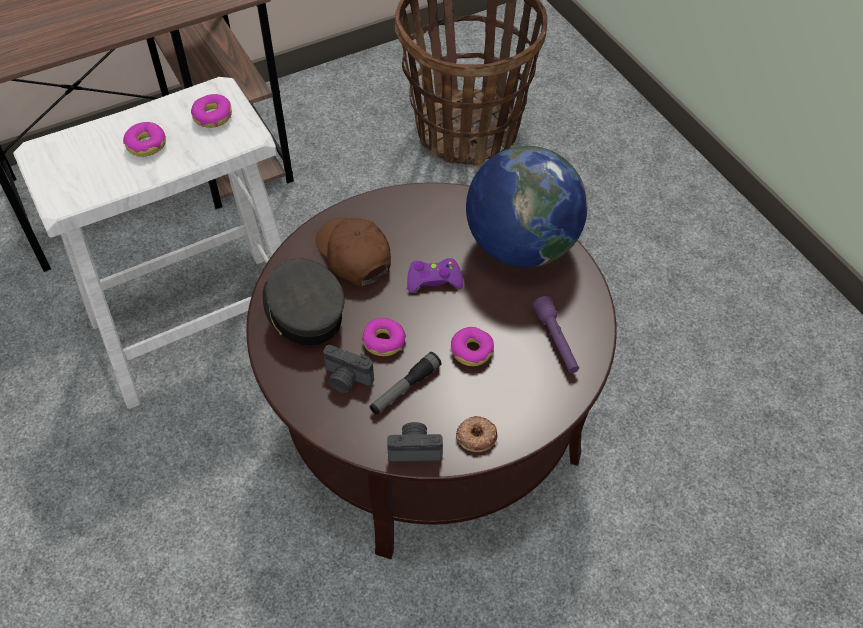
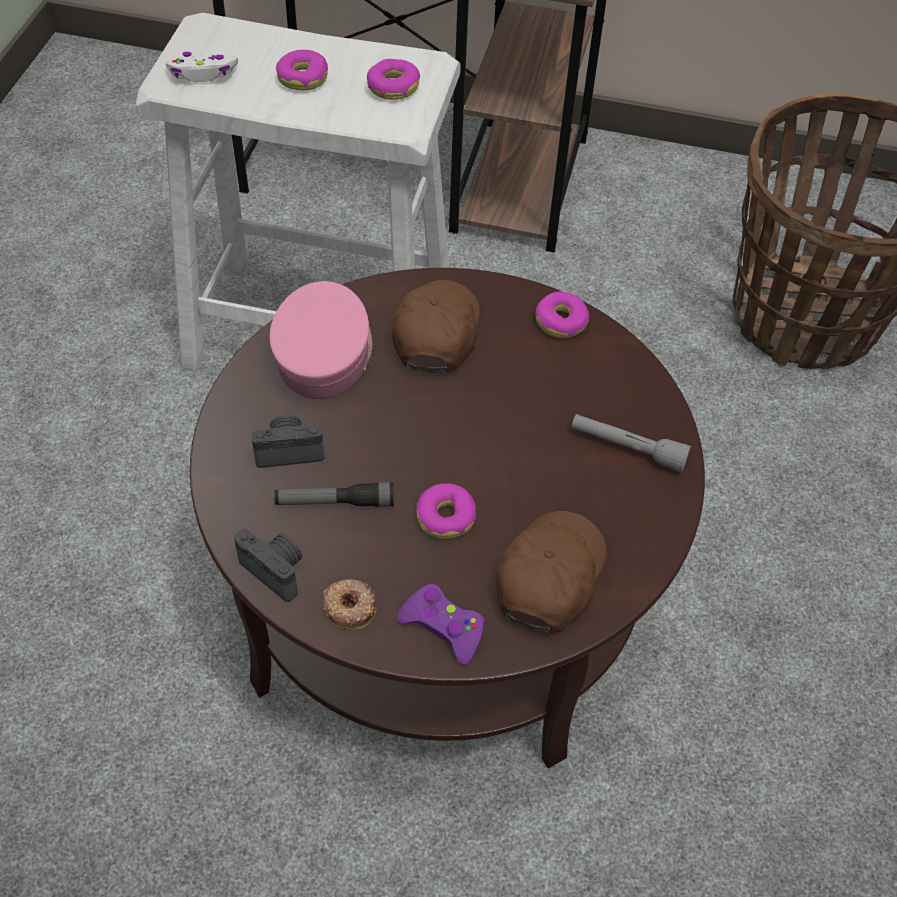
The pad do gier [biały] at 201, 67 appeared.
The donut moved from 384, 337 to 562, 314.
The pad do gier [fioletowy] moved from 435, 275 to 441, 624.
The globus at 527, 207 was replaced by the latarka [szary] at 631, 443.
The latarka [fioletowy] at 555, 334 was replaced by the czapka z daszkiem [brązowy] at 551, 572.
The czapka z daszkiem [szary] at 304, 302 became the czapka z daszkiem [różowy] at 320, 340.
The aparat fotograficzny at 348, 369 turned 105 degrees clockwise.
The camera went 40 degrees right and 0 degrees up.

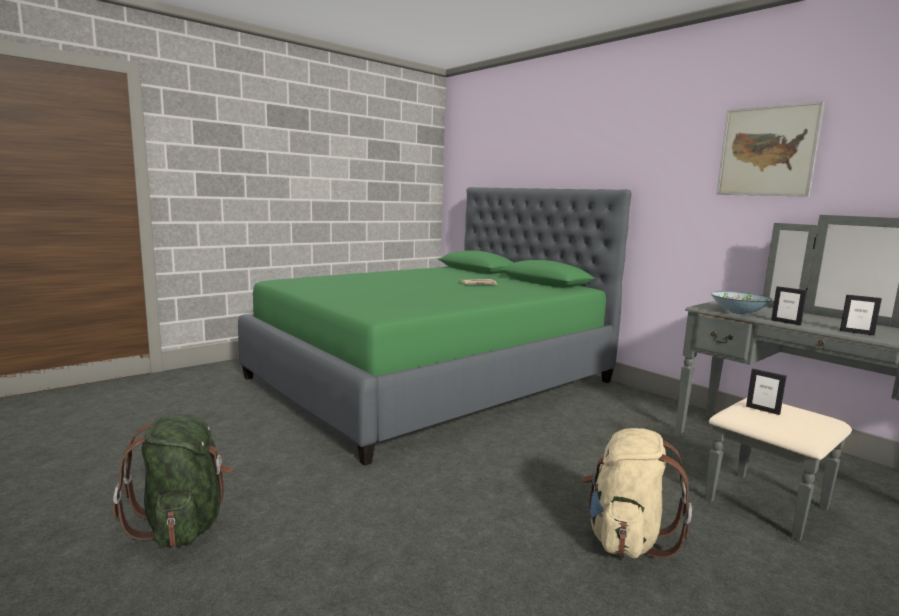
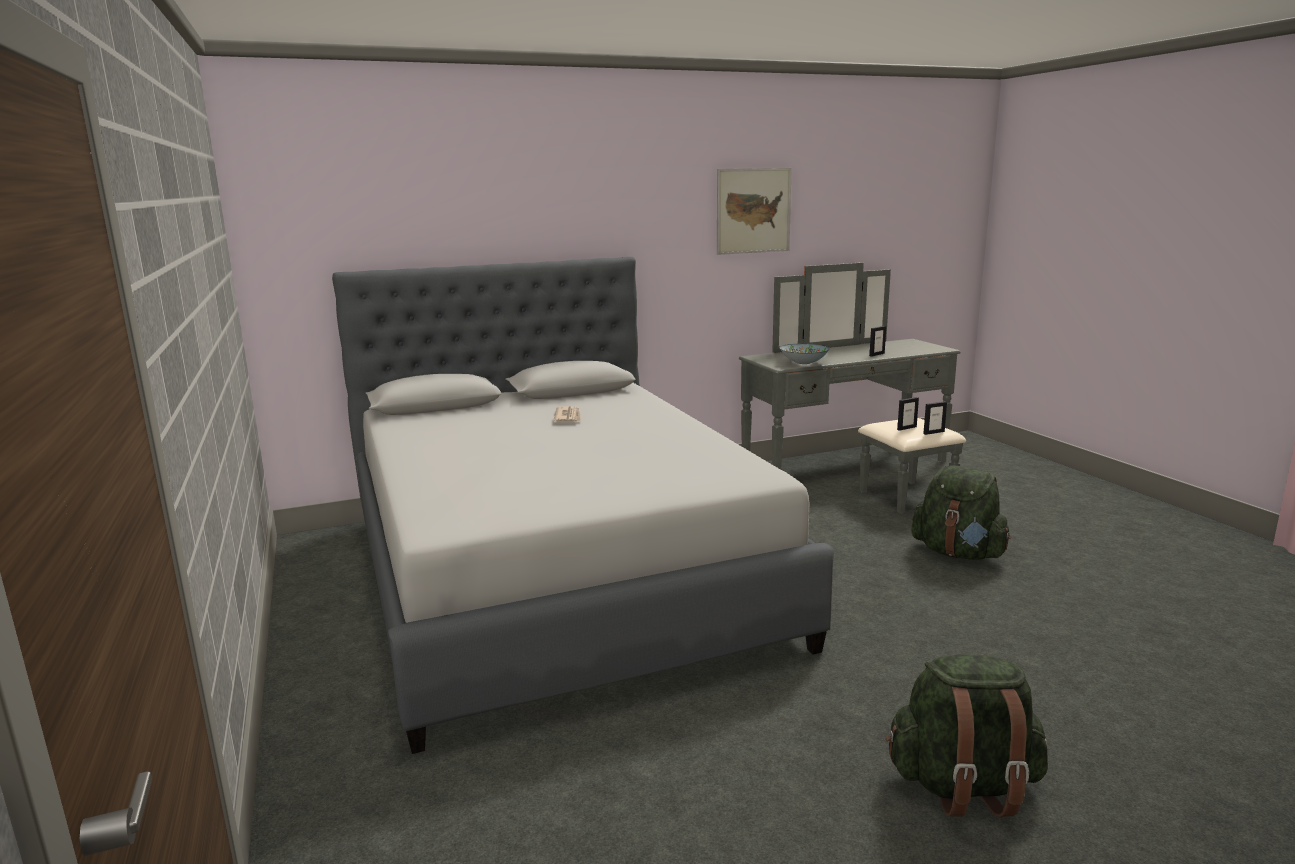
The ramka na zdjęcie moved from 789, 305 to 935, 418.
The łóżko [zielony] at 434, 326 became the łóżko [szary] at 583, 505.
The plecak [beżowy] at 636, 493 became the plecak [zielony] at 961, 512.
The camera went 70 degrees left and 5 degrees up.

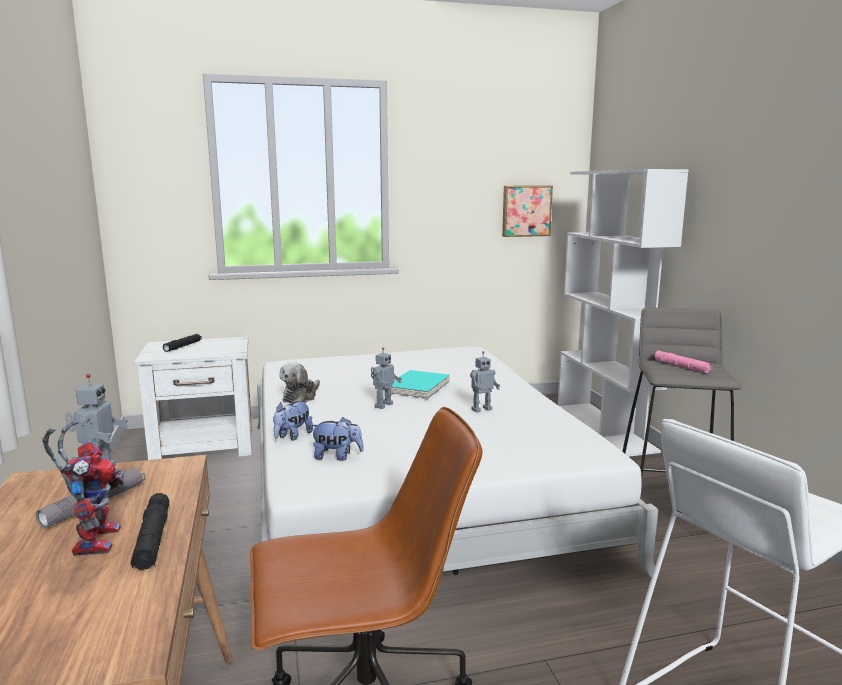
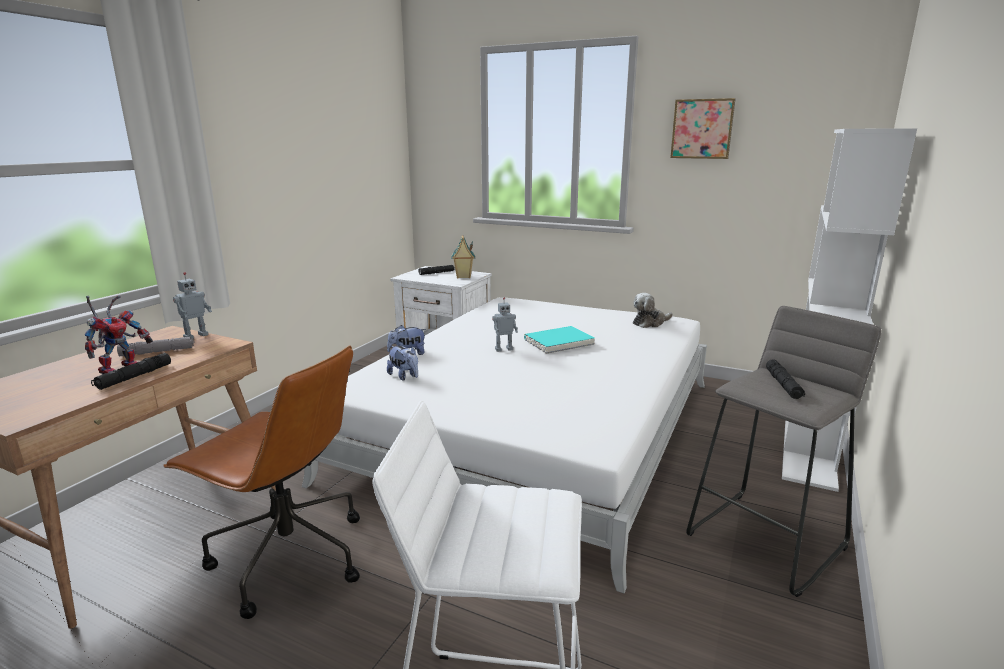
The robot zabawkowy at 485, 381 disappeared.
The domek at 463, 257 appeared.
The pluszak moved from 299, 382 to 653, 310.
The obraz moved from 527, 211 to 702, 128.
The latarka [różowy] at 684, 362 became the latarka [czarny] at 785, 379.
The camera went 40 degrees right and 5 degrees up.

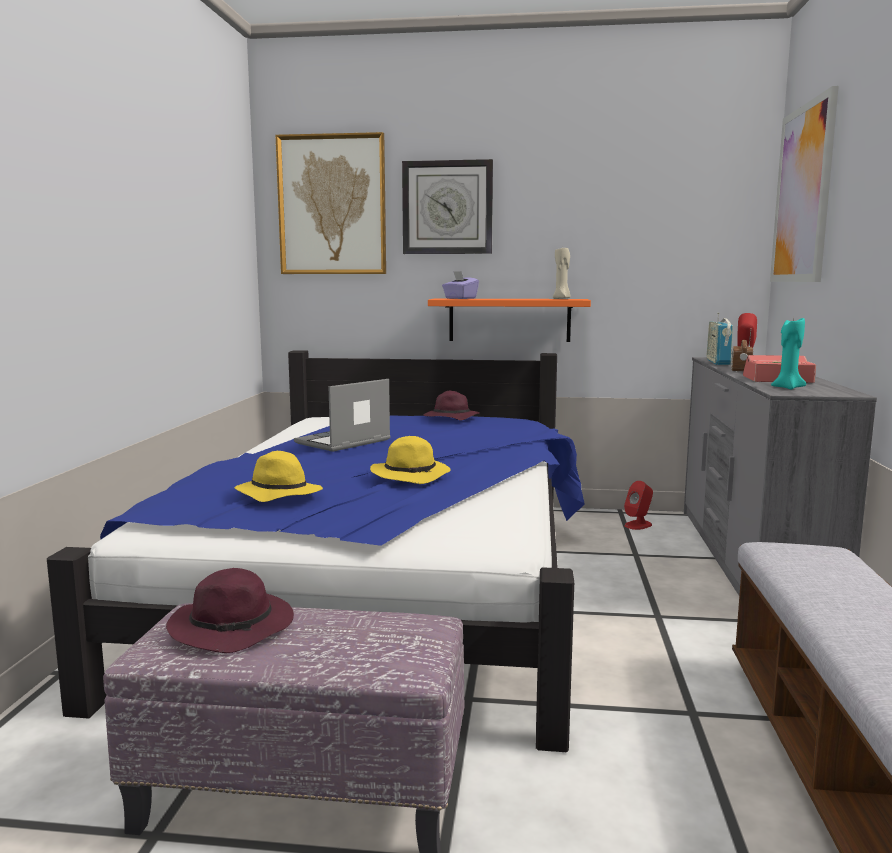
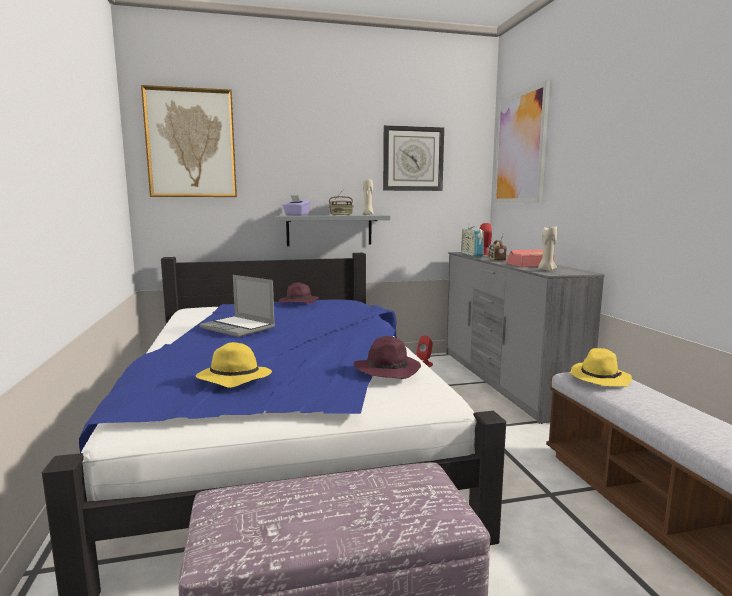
The radio at 341, 203 appeared.
The kapelusz [fioletowy] moved from 230, 610 to 387, 357.
The kapelusz [żółty] moved from 410, 460 to 600, 367.
The zegar ścienny moved from 447, 206 to 413, 158.
The półka [pomarańczowy] at 509, 320 became the półka [szary] at 332, 230.
The świeca [turkusowy] at 788, 353 became the świeca [beżowy] at 547, 248.
The laptop at 342, 415 turned 75 degrees counterclockwise.
The camera went 20 degrees left and 0 degrees up.

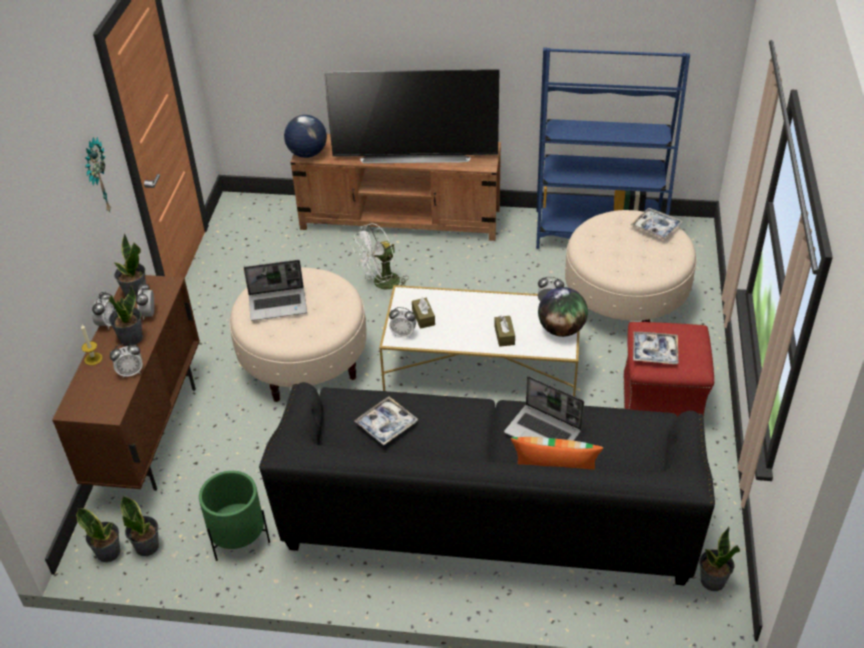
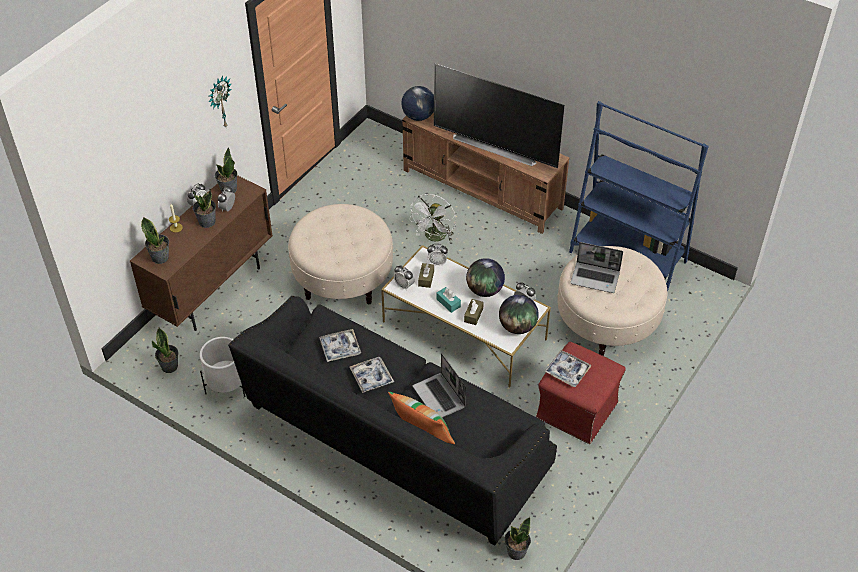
The pudełko chusteczek [turkusowy] at 448, 300 appeared.
The globus at 485, 277 appeared.
The roślina doniczkowa moved from 98, 535 to 155, 240.
The budzik moved from 126, 360 to 437, 255.
The laptop moved from 275, 290 to 596, 267.
The taca moved from 656, 224 to 371, 375.
The donica [zielony] at 234, 516 became the donica [biały] at 222, 367.
The wentylator [biały] at 381, 256 turned 60 degrees counterclockwise.
The camera went 25 degrees right and 5 degrees up.

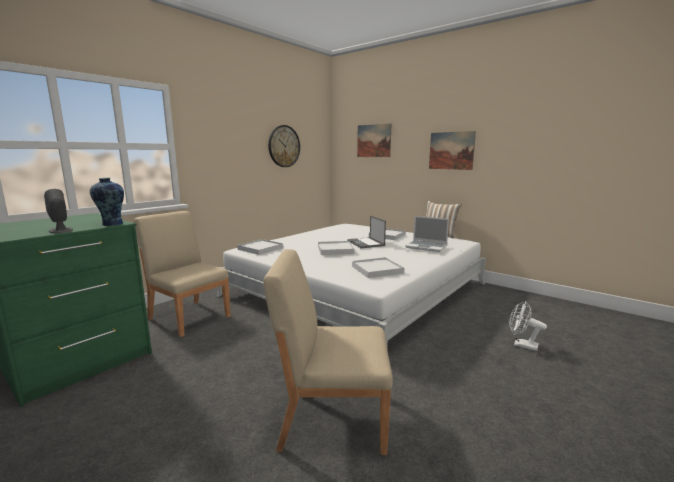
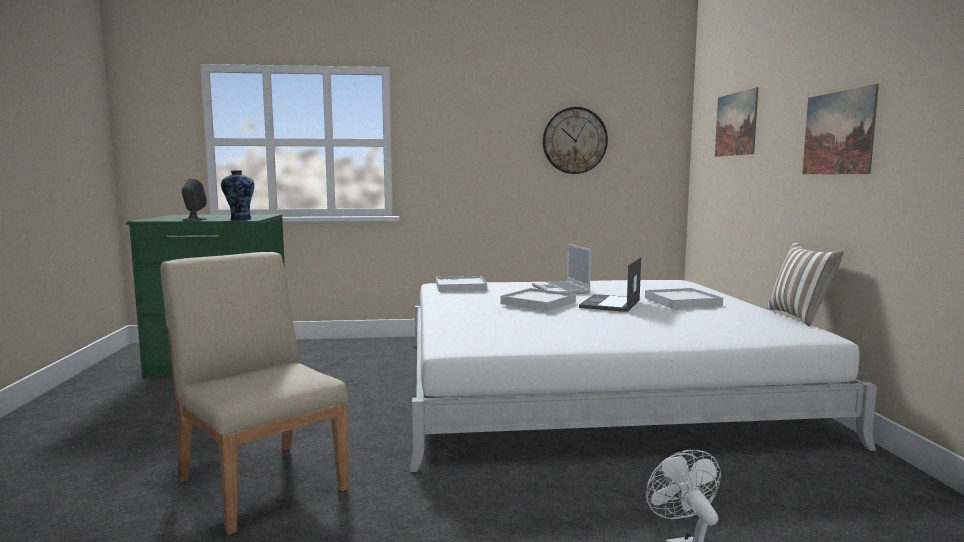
The krzesło [beżowy] at 182, 274 disappeared.
The taca [biały] at 378, 267 disappeared.
The laptop moved from 427, 234 to 561, 269.
The camera went 45 degrees right and 5 degrees down.

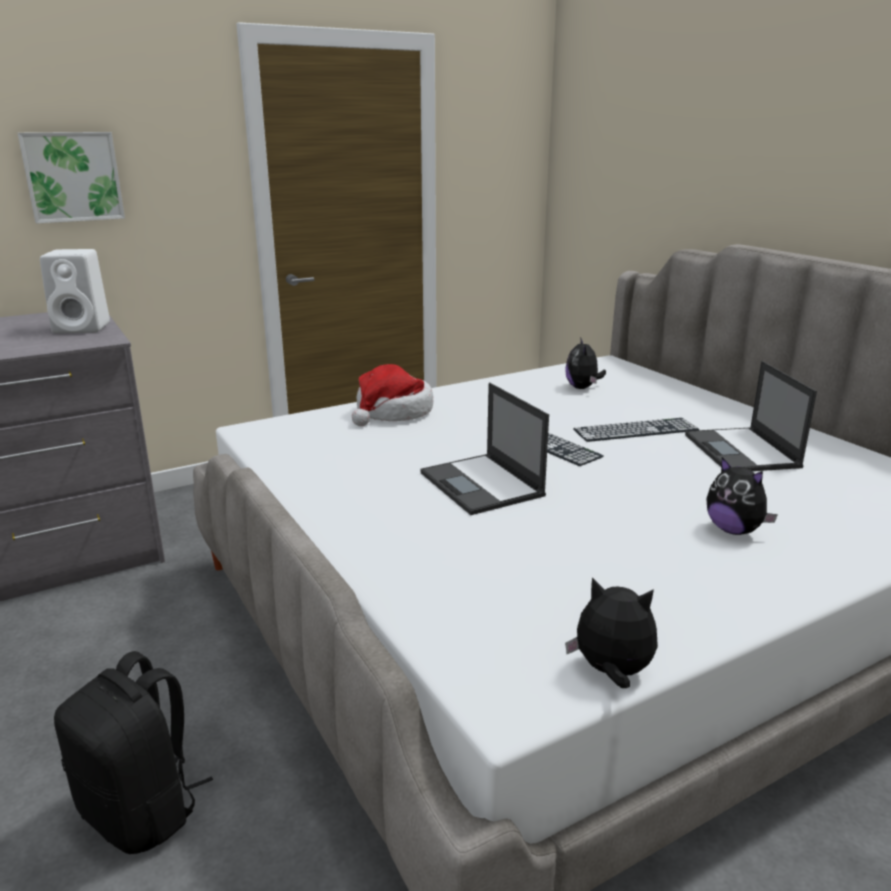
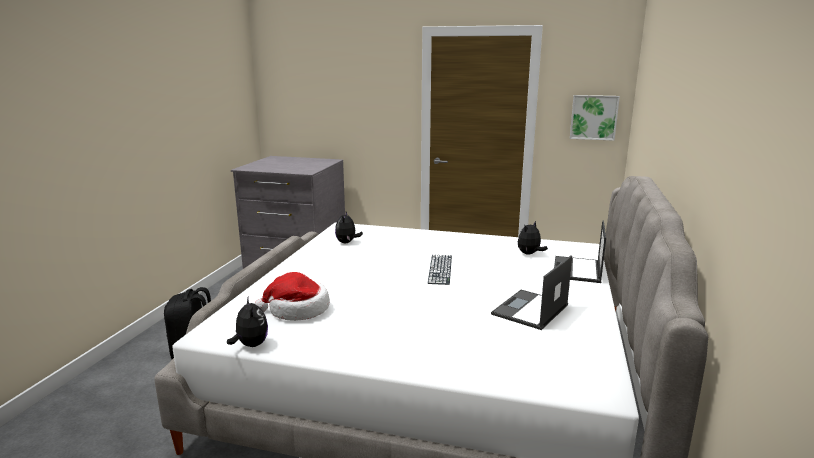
The głośnik [biały] at 75, 291 disappeared.
The klawiatura at 636, 430 disappeared.
The obraz moved from 71, 178 to 595, 118.
The kapelusz moved from 392, 395 to 292, 296.
The laptop moved from 484, 448 to 580, 251.
The pluszak moved from 742, 496 to 349, 227.
The camera went 45 degrees right and 5 degrees down.

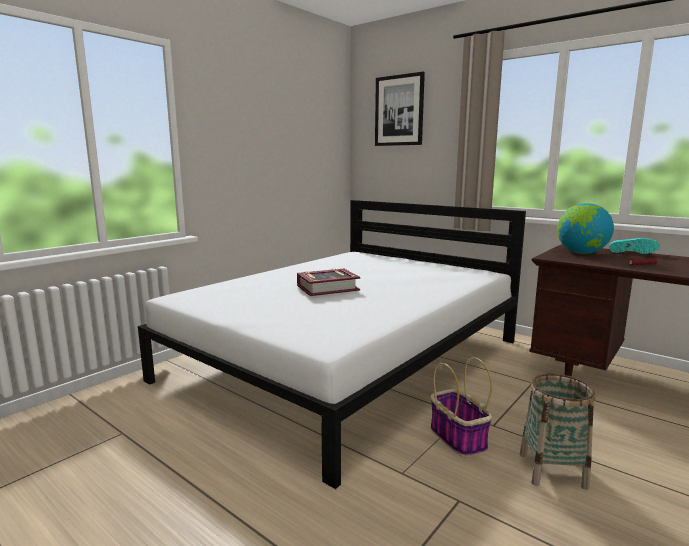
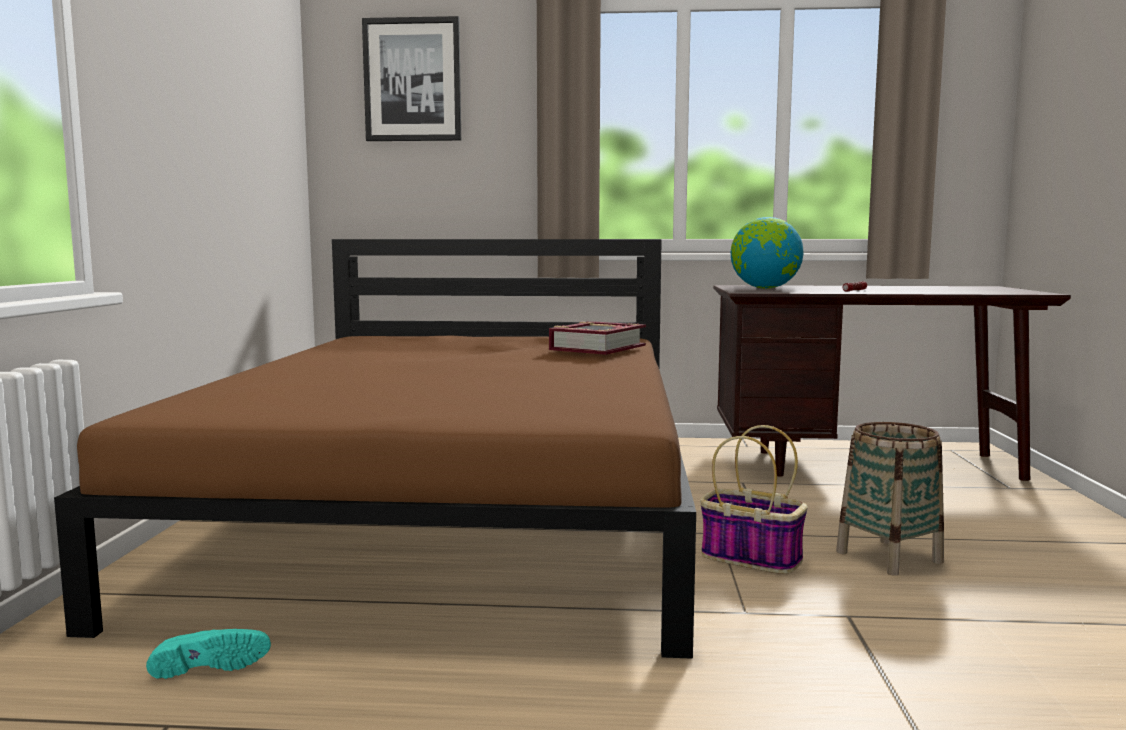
The książka moved from 328, 282 to 597, 338.
The but [turkusowy] moved from 634, 246 to 208, 654.
The łóżko [biały] at 332, 344 became the łóżko [brązowy] at 375, 449.
The camera went 35 degrees left and 5 degrees down.

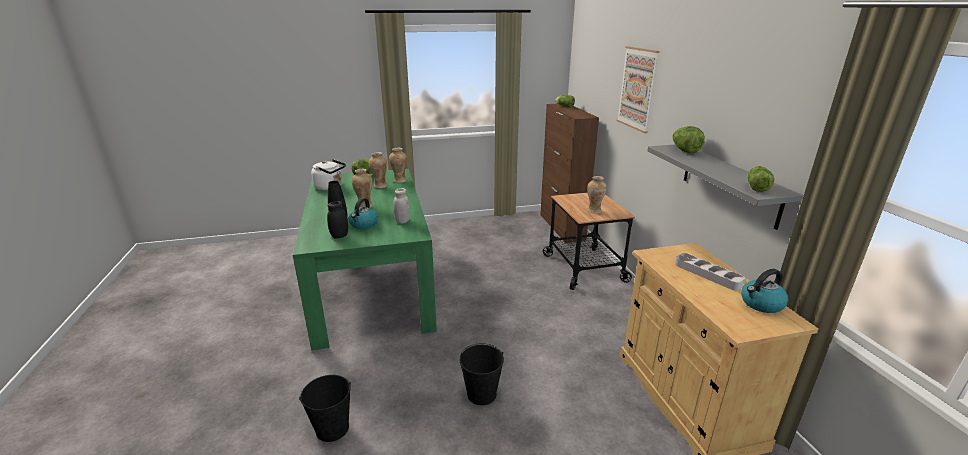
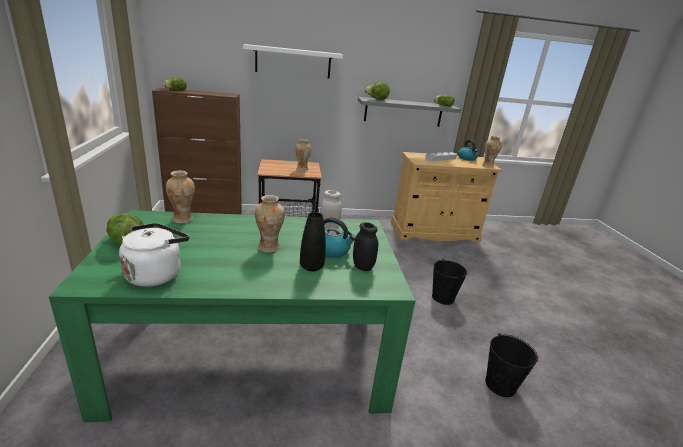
The wazon moved from 378, 170 to 492, 152.
The obraz at 638, 89 was replaced by the półka [biały] at 293, 61.
The camera went 85 degrees left and 0 degrees up.

